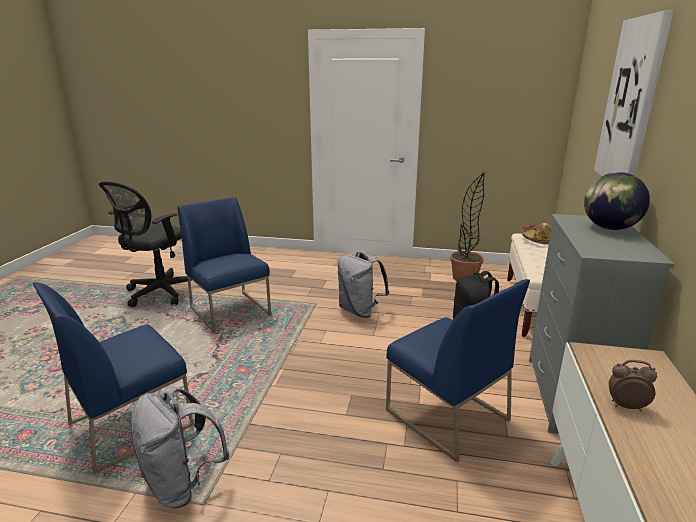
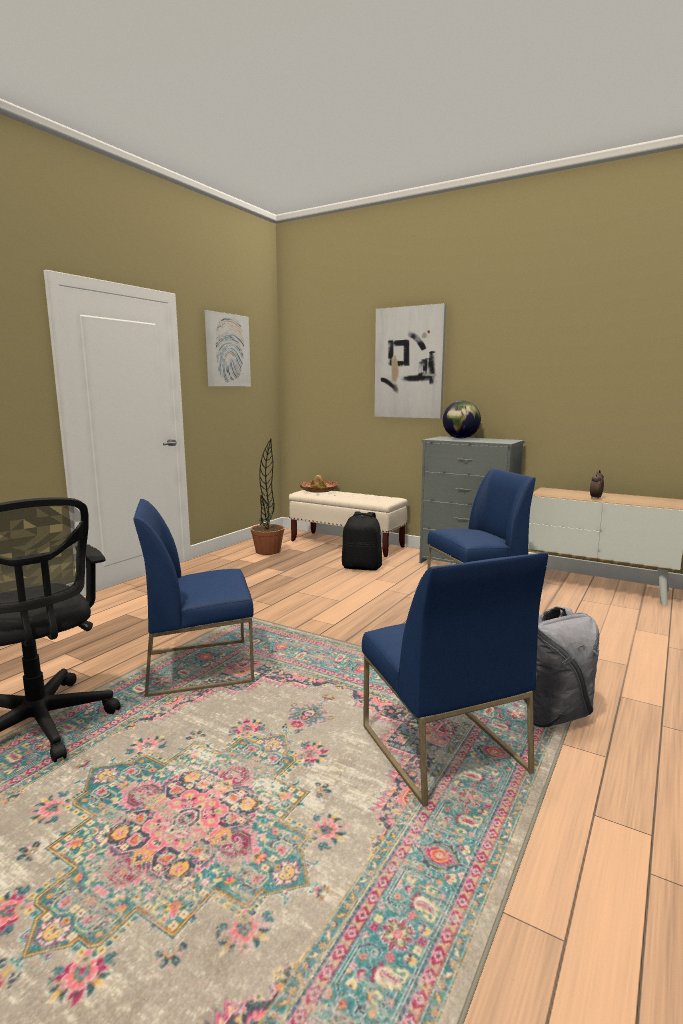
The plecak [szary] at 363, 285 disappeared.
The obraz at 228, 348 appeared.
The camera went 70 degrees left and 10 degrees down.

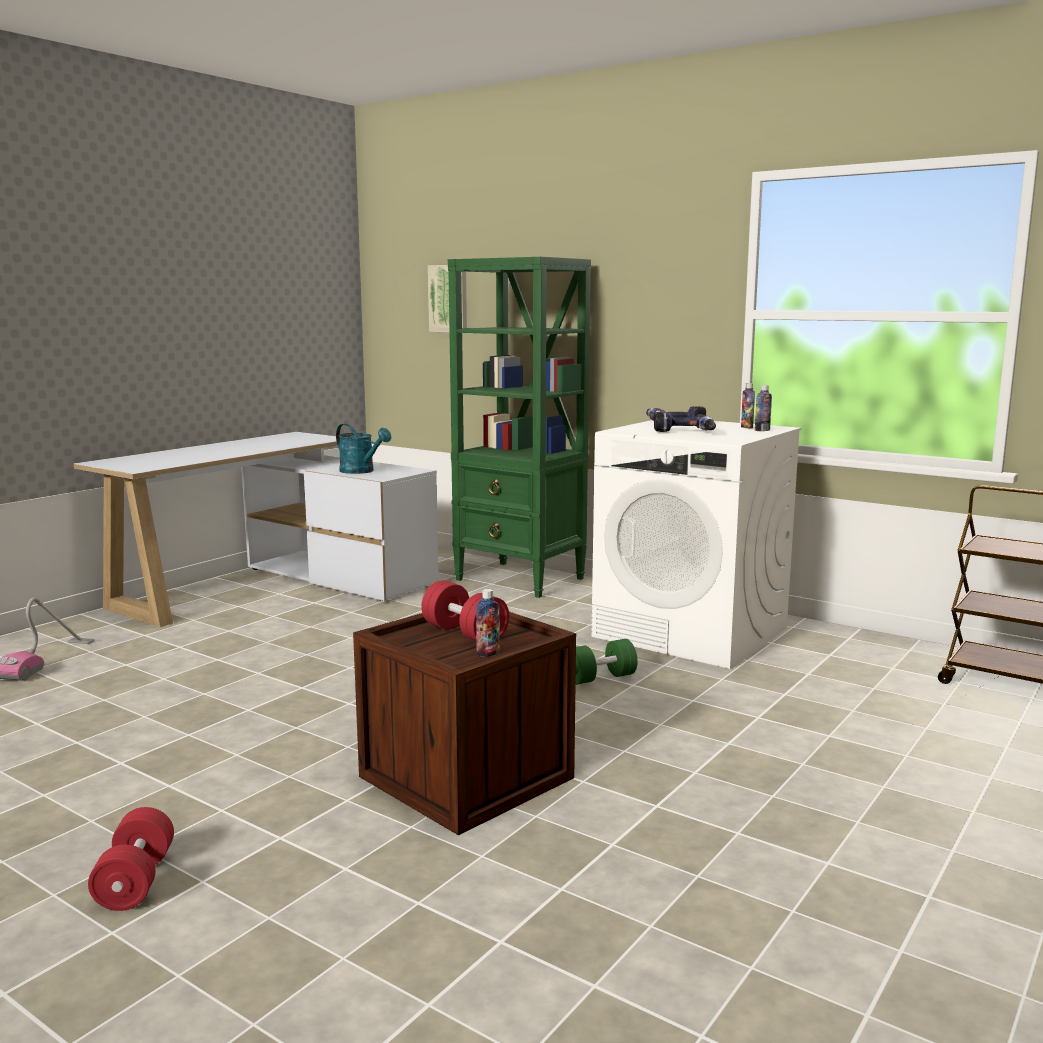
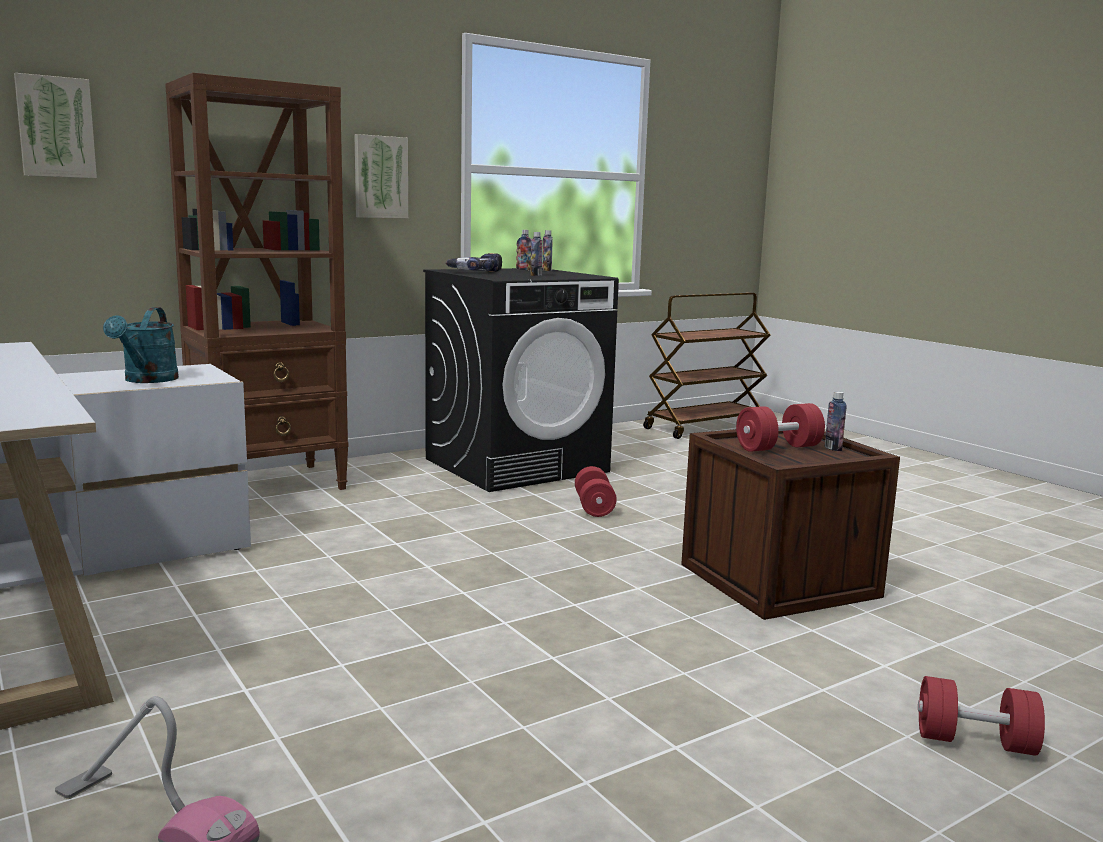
The obraz at 381, 176 appeared.
The wiertarka at 685, 421 was replaced by the butelka at 536, 254.
The regał [zielony] at 519, 427 became the regał [brązowy] at 256, 281.
The hantel [zielony] at 606, 662 became the hantel [czerwony] at 596, 491.
The pralka [biały] at 696, 544 became the pralka [czarny] at 521, 380.
The konewka [turkusowy] at 363, 449 turned 120 degrees clockwise.
The camera went 70 degrees left and 0 degrees up.

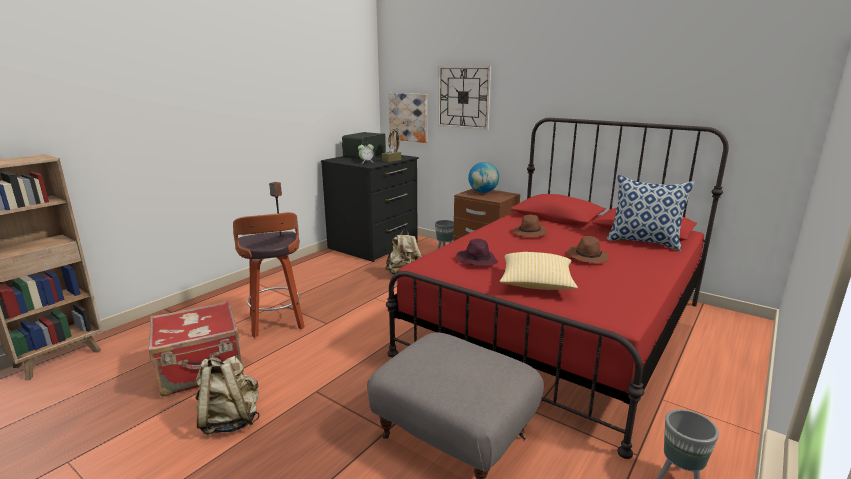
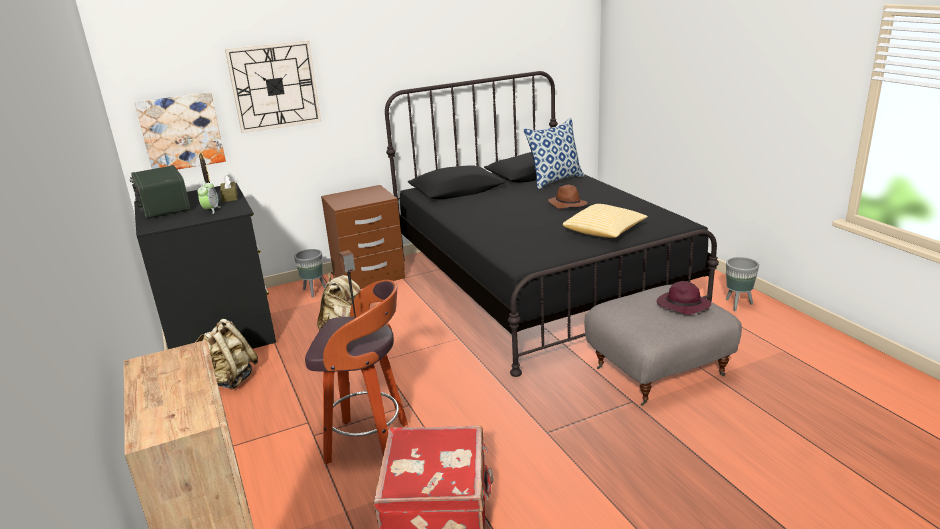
The globus at 483, 177 disappeared.
The kapelusz [brązowy] at 530, 226 disappeared.
The plecak [beżowy] moved from 227, 395 to 227, 354.
The kapelusz [fioletowy] moved from 477, 252 to 683, 298.
The łóżko [czerwony] at 557, 288 became the łóżko [czarny] at 552, 224.
The camera went 60 degrees left and 5 degrees up.

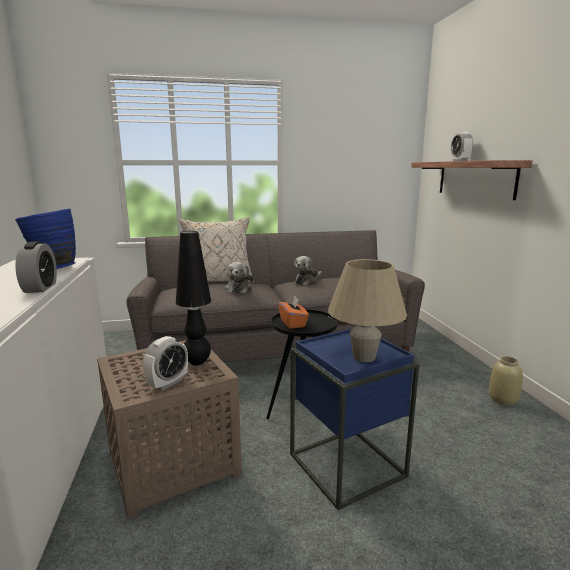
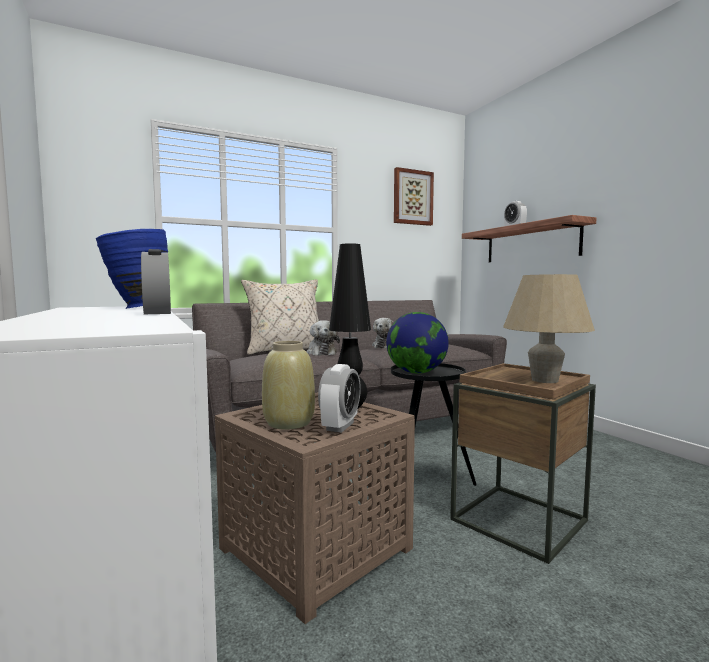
The obraz at 414, 196 appeared.
The wazon [beżowy] moved from 506, 381 to 288, 385.
The pudełko chusteczek [pomarańczowy] at 293, 313 was replaced by the globus at 417, 343.
The stolik [niebieski] at 354, 419 became the stolik [brązowy] at 523, 463.
The camera went 15 degrees left and 10 degrees down.

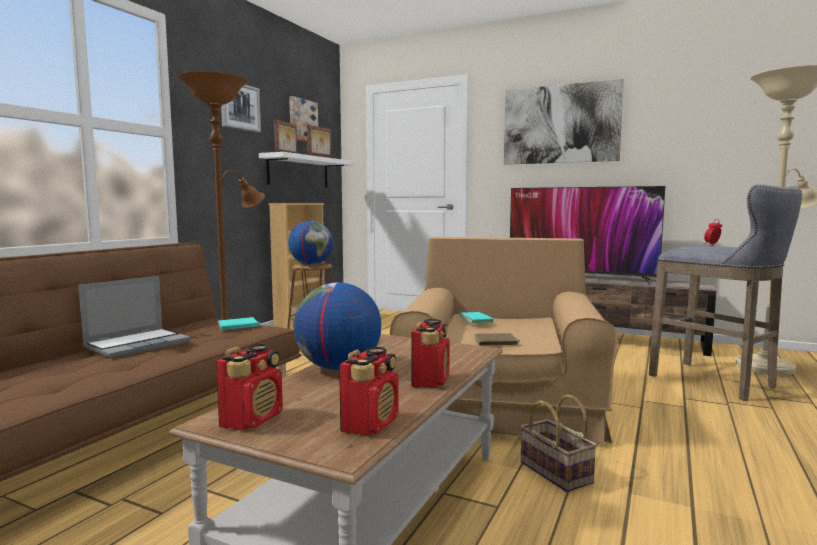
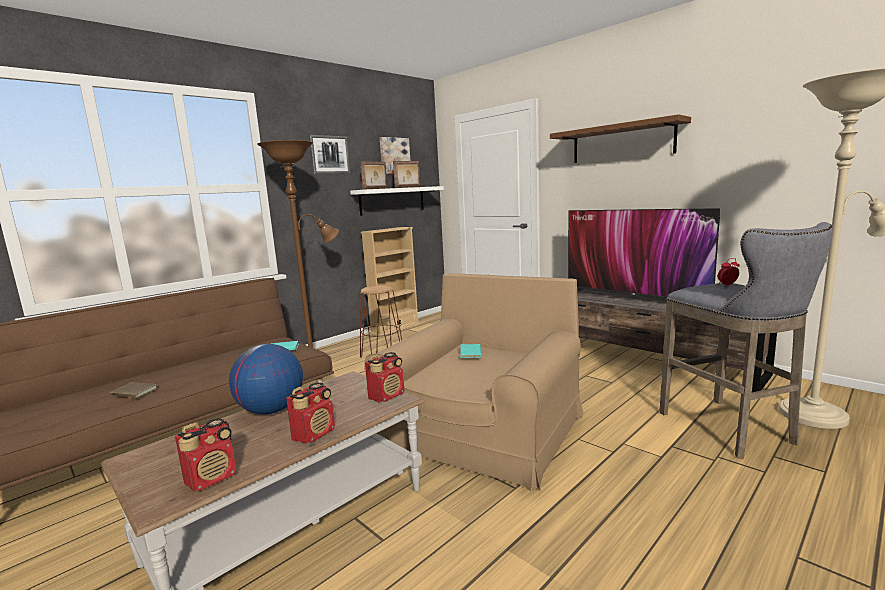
The laptop at 134, 317 disappeared.
The globus at 310, 243 disappeared.
The koszyk at 558, 443 disappeared.
The radio moved from 249, 387 to 384, 377.
The książka [brązowy] moved from 497, 339 to 133, 390.
The obraz at 564, 122 was replaced by the półka [brązowy] at 620, 138.
The camera went 20 degrees right and 5 degrees up.

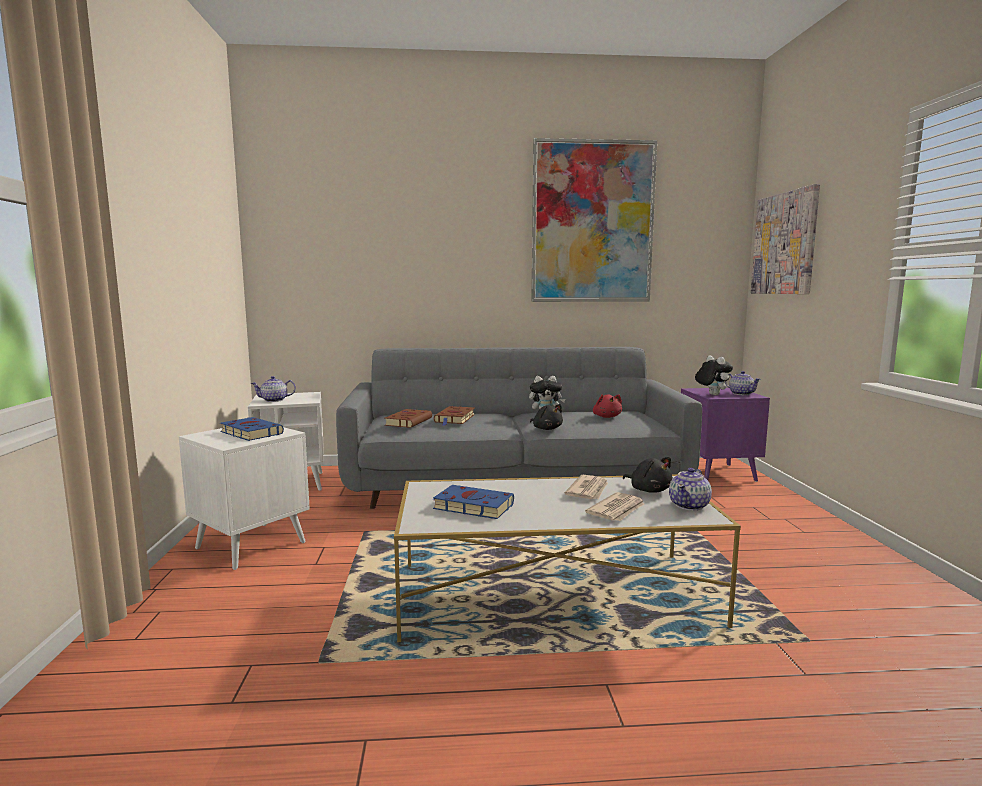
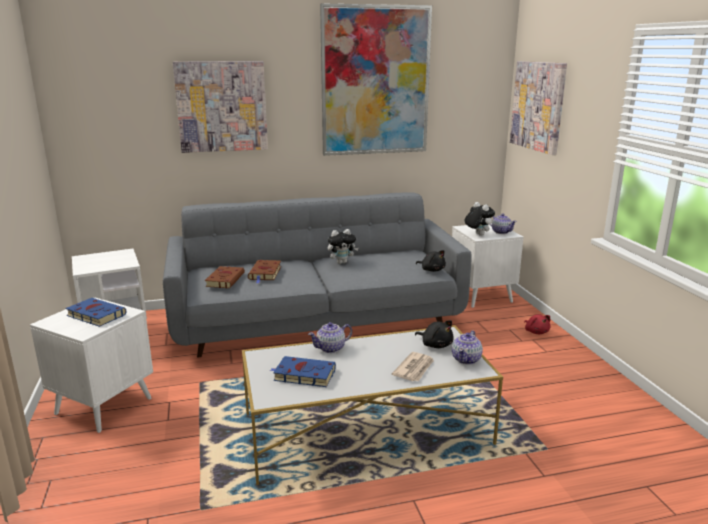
The gazeta at 586, 487 disappeared.
The obraz at 220, 107 appeared.
The imbryk moved from 273, 389 to 330, 337.
The pluszak [czarny] moved from 546, 417 to 431, 261.
The pluszak [czerwony] moved from 607, 406 to 537, 324.
The stolik [fioletowy] at 725, 435 became the stolik [biały] at 487, 265.
The camera went 10 degrees left and 10 degrees up.

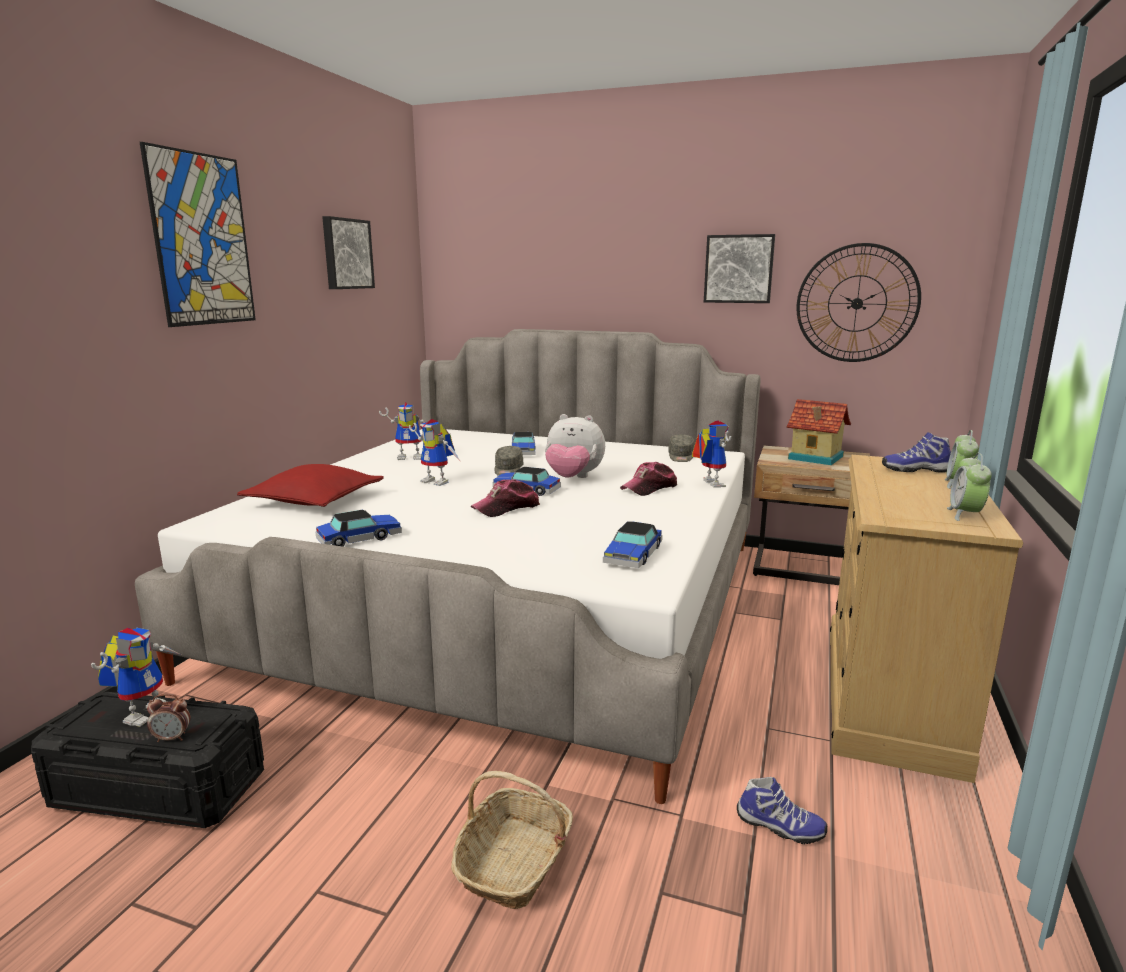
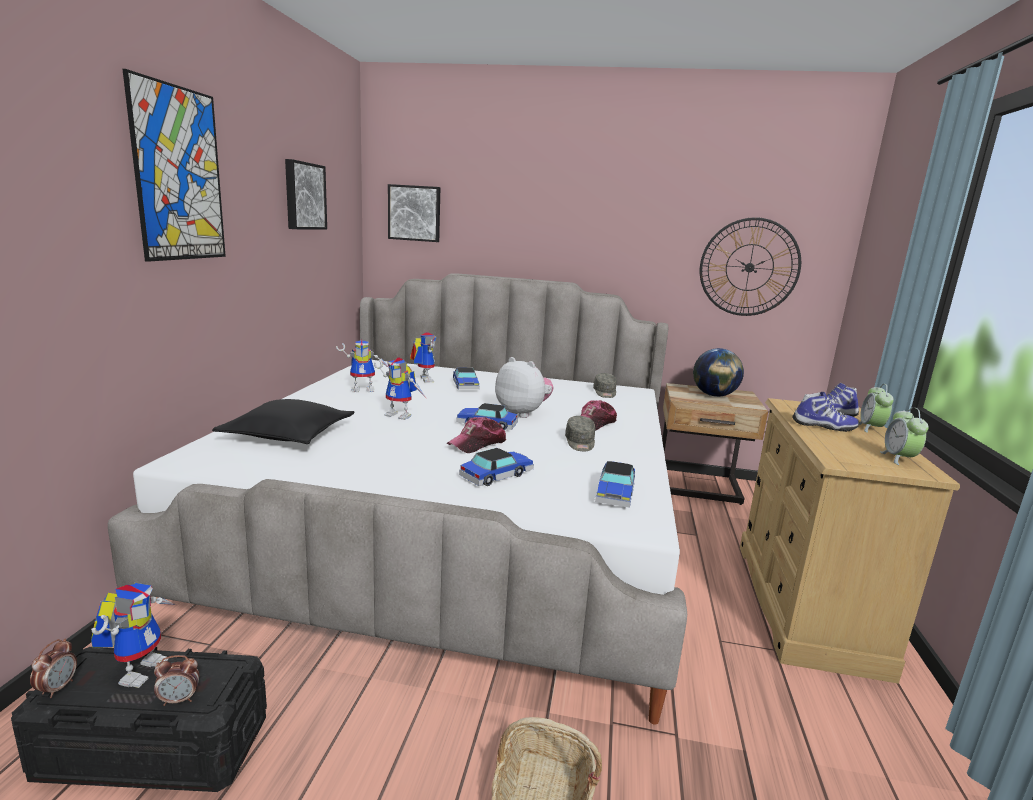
The budzik at 53, 668 appeared.
The samochodzik moved from 359, 528 to 496, 467.
The czapka z daszkiem [szary] moved from 509, 461 to 580, 433.
The robot zabawkowy moved from 711, 454 to 423, 357.
The obraz moved from 739, 268 to 414, 213.
The but moved from 782, 810 to 825, 412.
The domek at 818, 432 was replaced by the globus at 718, 372.
The poduszka [czerwony] at 310, 485 became the poduszka [czarny] at 283, 421.
The pluszak at 575, 446 turned 150 degrees counterclockwise.
The camera went 10 degrees left and 0 degrees up.

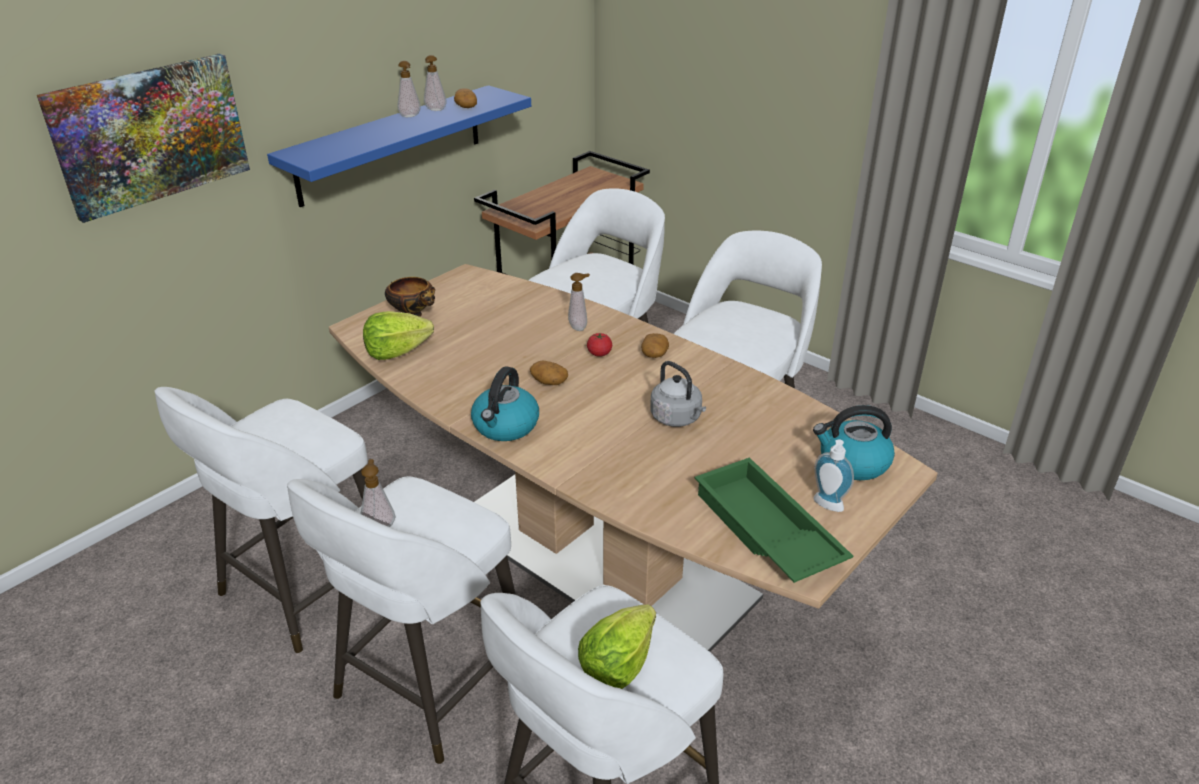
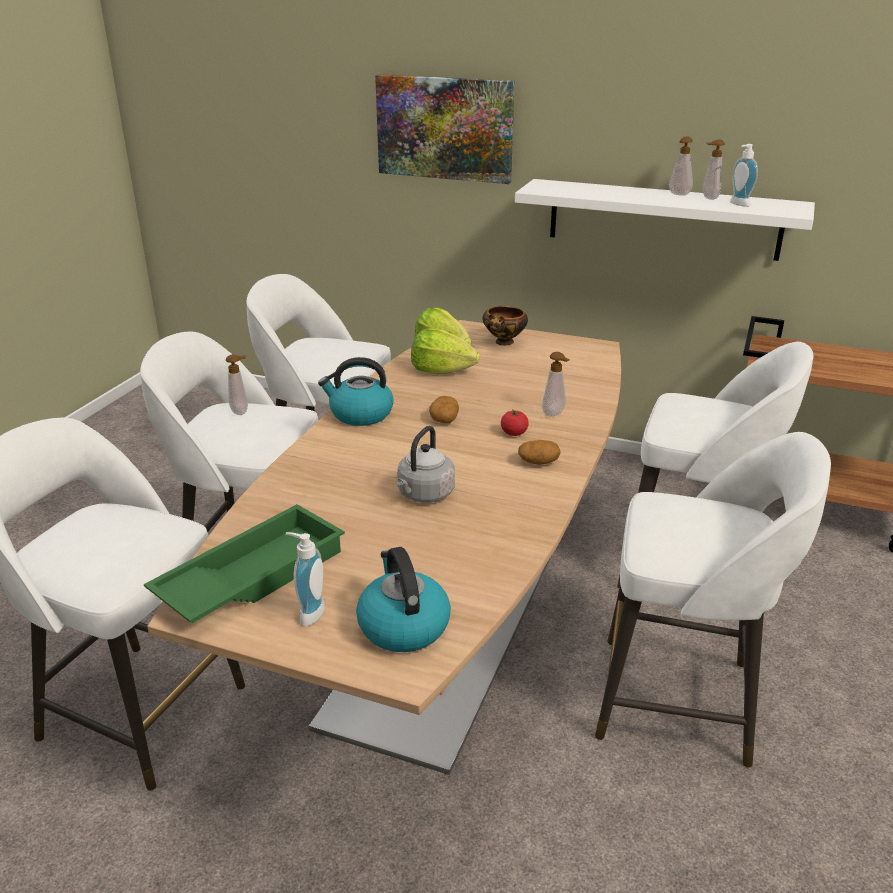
The sałata moved from 617, 646 to 445, 351.
The ziemniak at 465, 98 was replaced by the dozownik mydła at 744, 175.
The półka [niebieski] at 399, 146 became the półka [biały] at 665, 220.
The camera went 70 degrees right and 5 degrees down.

